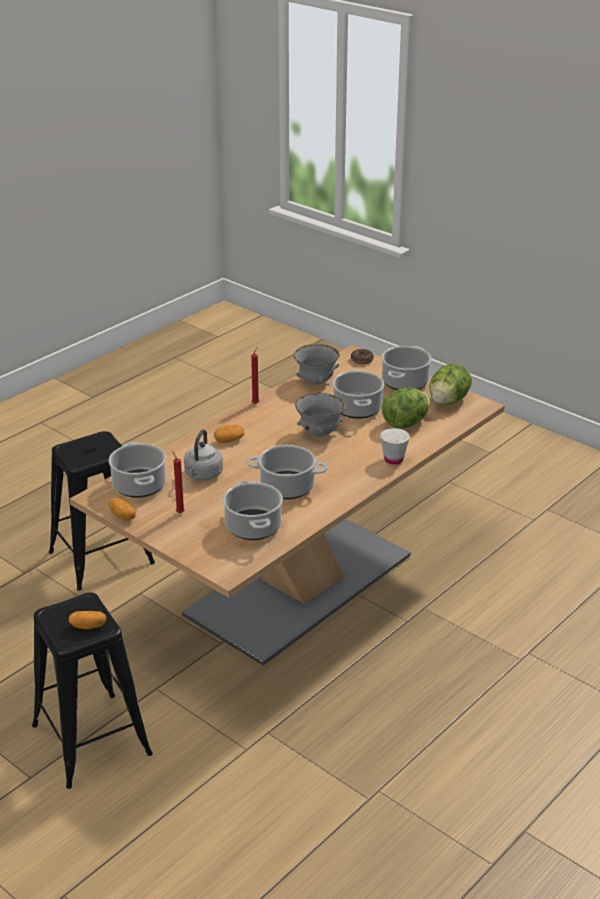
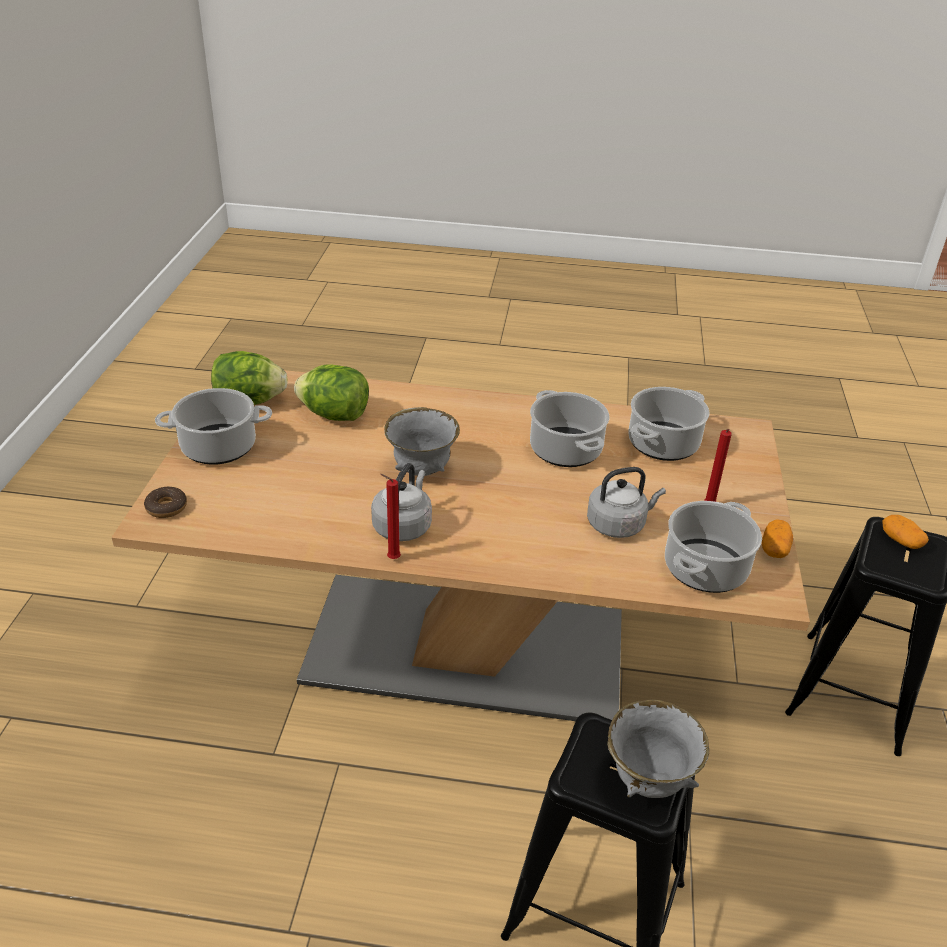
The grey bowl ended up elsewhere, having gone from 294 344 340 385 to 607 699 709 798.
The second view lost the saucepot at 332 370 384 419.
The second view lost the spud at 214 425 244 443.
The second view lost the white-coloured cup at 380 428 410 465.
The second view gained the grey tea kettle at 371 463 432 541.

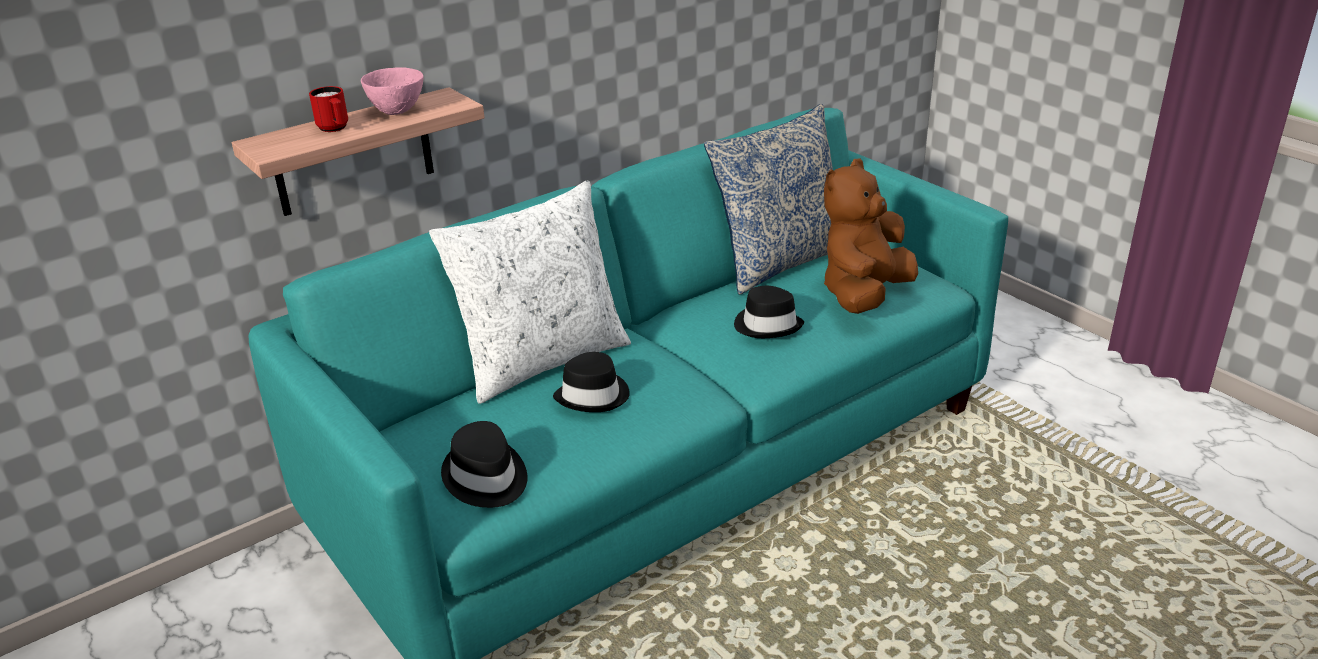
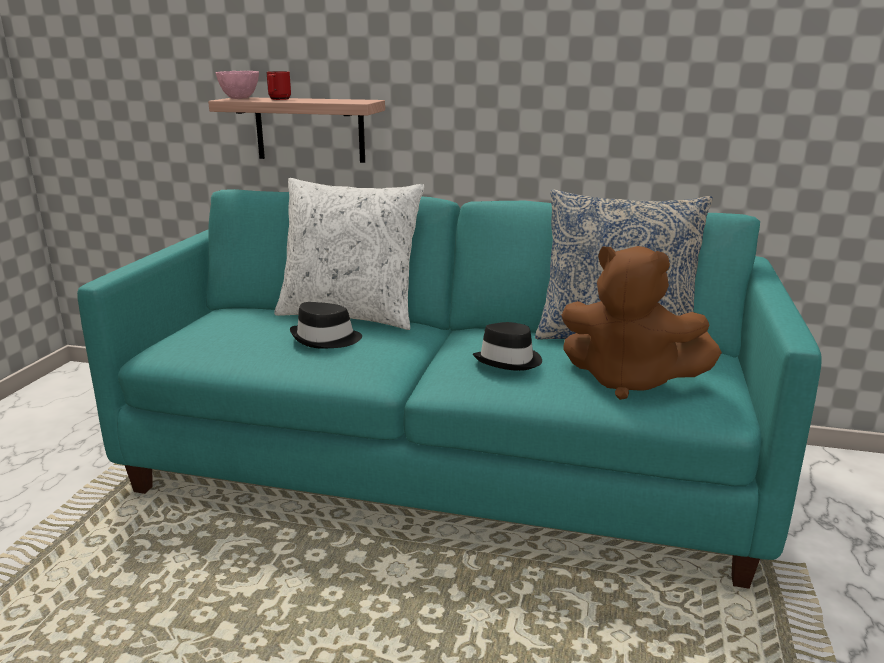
The pinkish bowl ended up elsewhere, having gone from 361 67 424 115 to 216 71 259 99.
The brownish cuddly toy at 824 159 918 314 ended up facing another way, 150 degrees counterclockwise from before.
The second view lost the black clothing hat at 441 421 528 508.

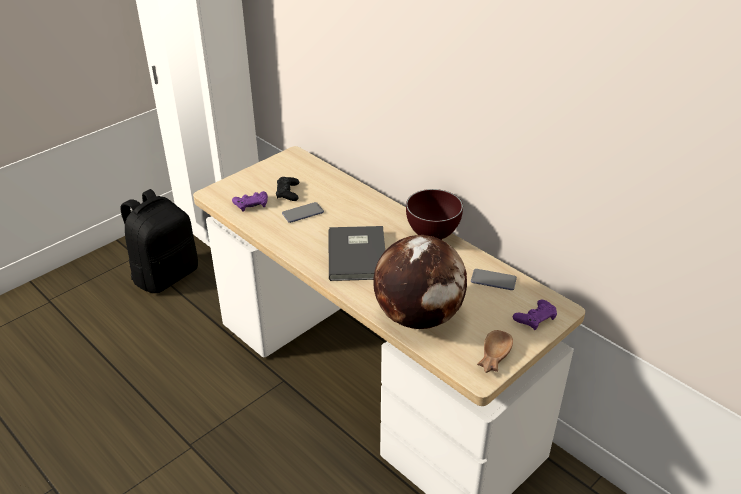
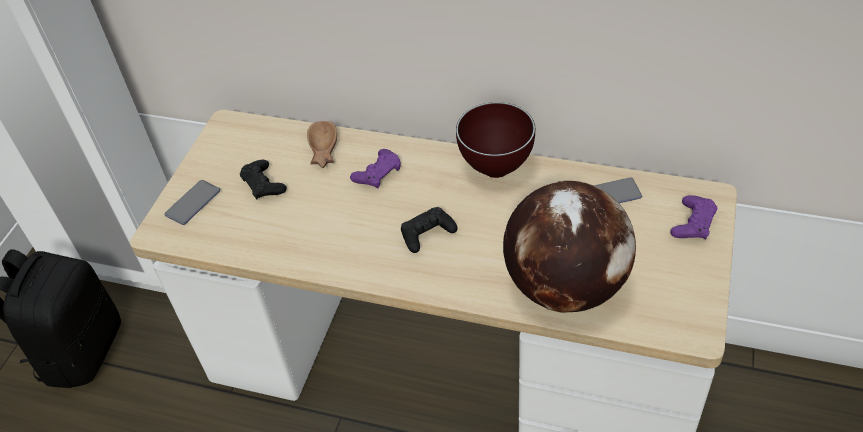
The purplish gamepad ended up elsewhere, having gone from 232 191 268 212 to 350 149 401 188.
The telephone ended up elsewhere, having gone from 282 202 324 223 to 164 180 220 225.
Where the grey book stood at 329 226 385 281, the black gamepad came to stand at 401 207 458 253.
The brownish bowl ended up elsewhere, having gone from 477 330 513 373 to 307 121 337 168.

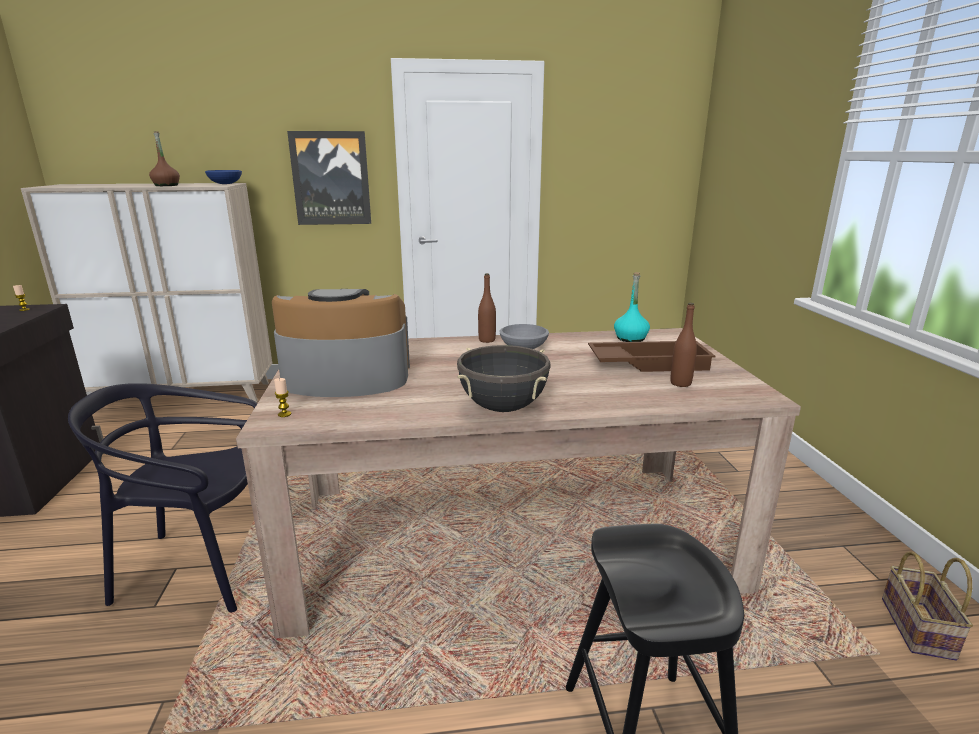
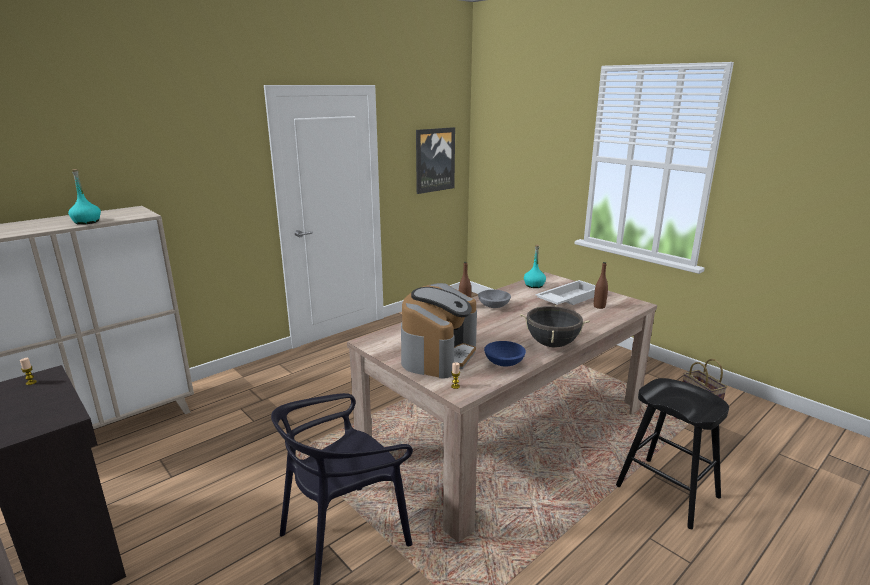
What was the brownish drink bottle at 149 131 180 186 turned into the turquoise drink bottle at 68 169 101 225.
The wall picture ended up elsewhere, having gone from 287 131 371 225 to 416 127 455 194.
The blue bowl ended up elsewhere, having gone from 205 170 242 184 to 484 341 526 367.
The coffee machine at 272 289 410 397 ended up facing another way, 150 degrees clockwise from before.
What was the brownish tray at 588 341 716 372 turned into the white-coloured tray at 535 280 596 305.

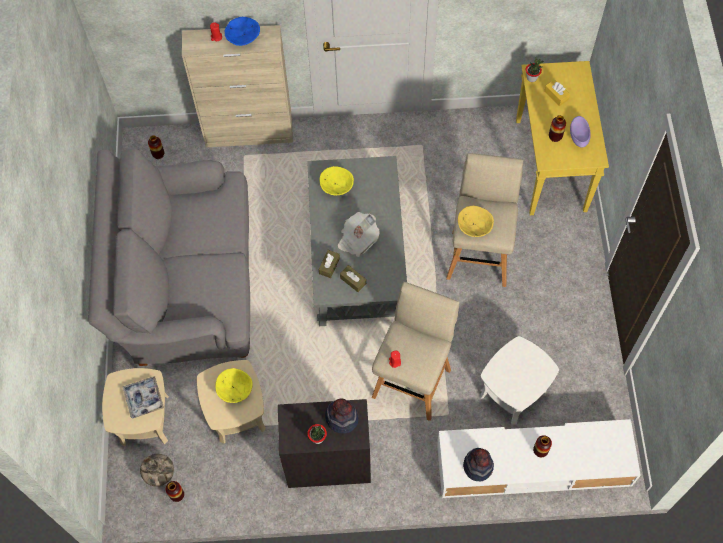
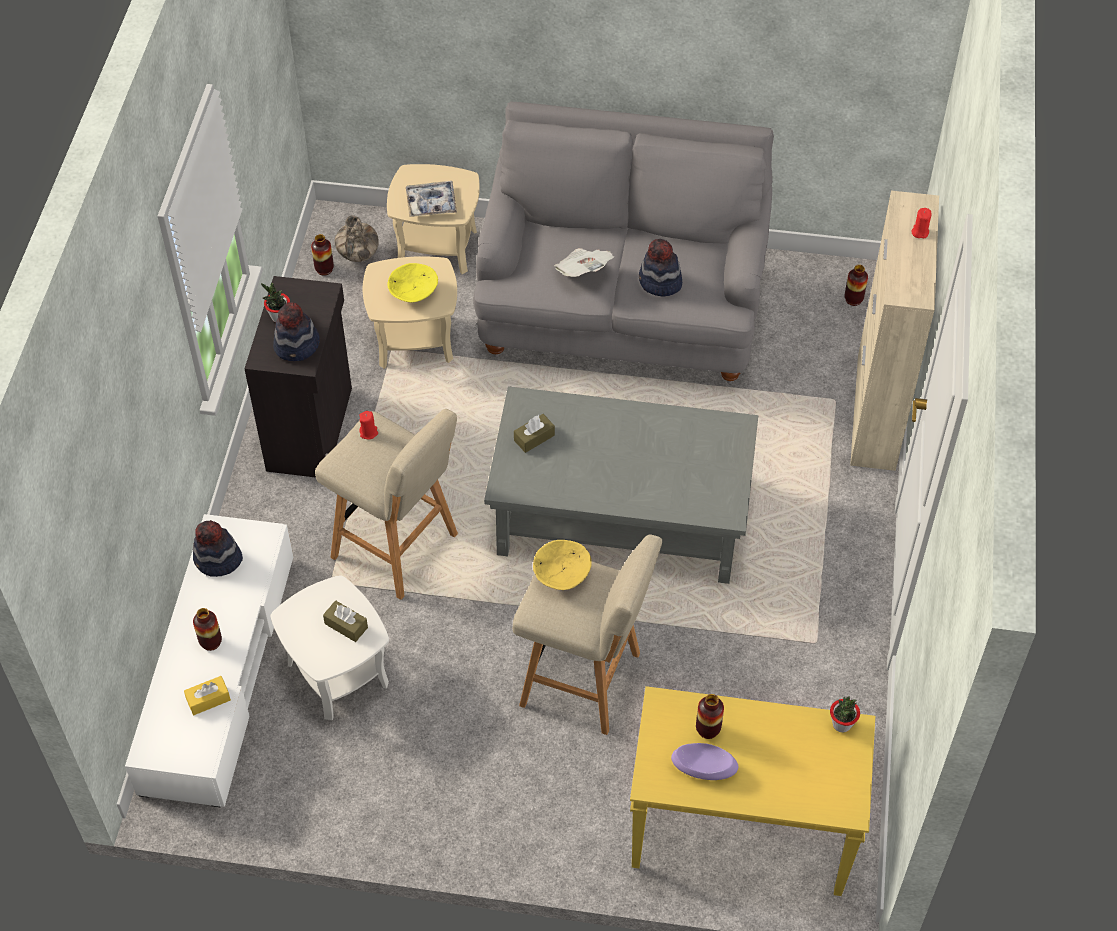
The second view lost the blue bowl at 225 17 260 46.
The yellow-coloured box of tissues ended up elsewhere, having gone from 544 79 570 106 to 184 676 231 715.
The second view lost the yellow-coloured bowl at 320 166 354 196.
The printed paper ended up elsewhere, having gone from 338 212 380 257 to 554 248 614 277.
The brownish box of tissues ended up elsewhere, having gone from 319 250 340 278 to 323 601 368 642.
The second view gained the clothing hat at 639 239 682 296.

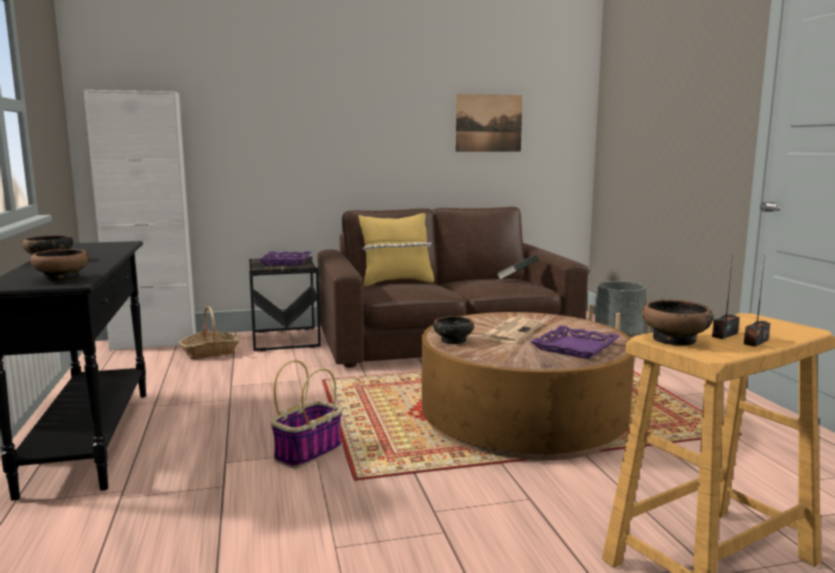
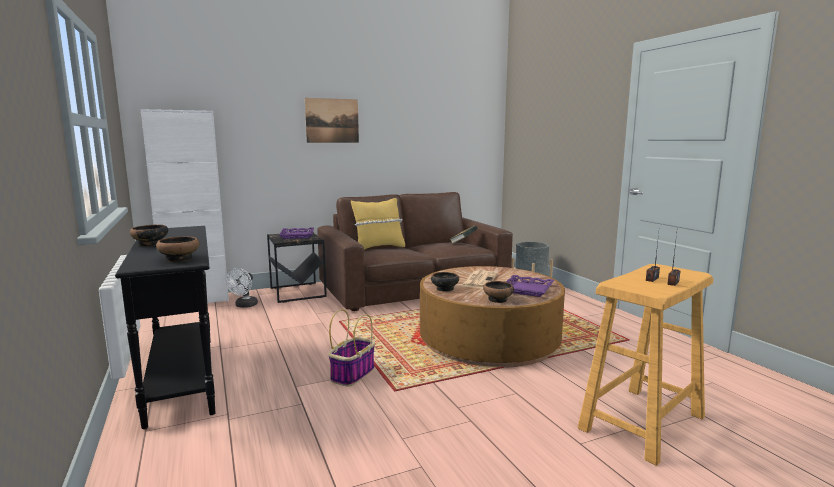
The wall picture ended up elsewhere, having gone from 455 94 523 152 to 305 98 359 143.
The bowl ended up elsewhere, having gone from 642 300 713 346 to 483 281 514 303.
Where the storage basket stood at 179 306 240 359, the white-coloured cooling fan came to stand at 226 268 258 308.

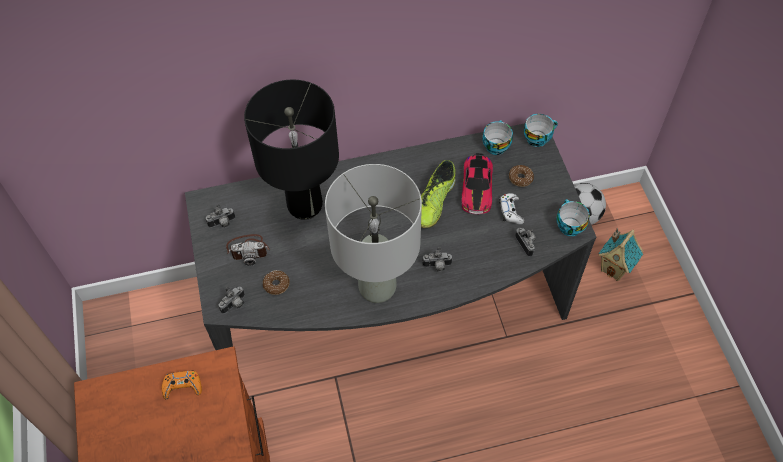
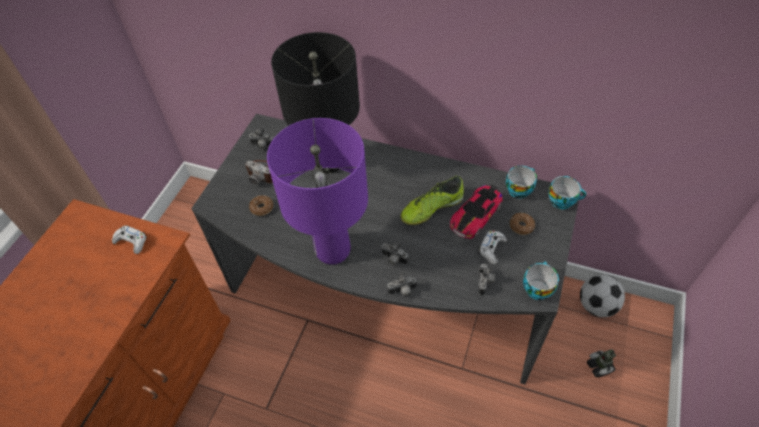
What was the grey table lamp at 325 164 422 303 turned into the purplish table lamp at 267 118 368 265.
Where the model house stood at 598 228 643 281, the model robot came to stand at 587 349 616 377.
The still camera ended up elsewhere, having gone from 218 287 245 314 to 387 272 417 297.
What was the orange-coloured gamepad at 162 370 202 399 turned into the white-coloured gamepad at 112 225 146 254.

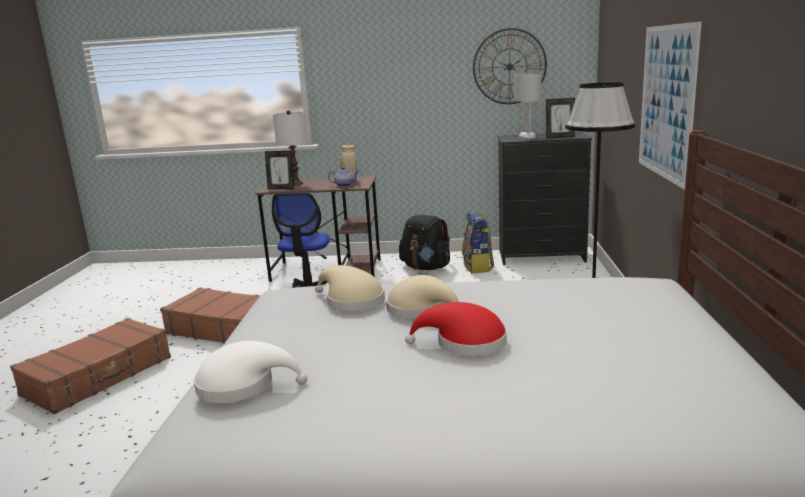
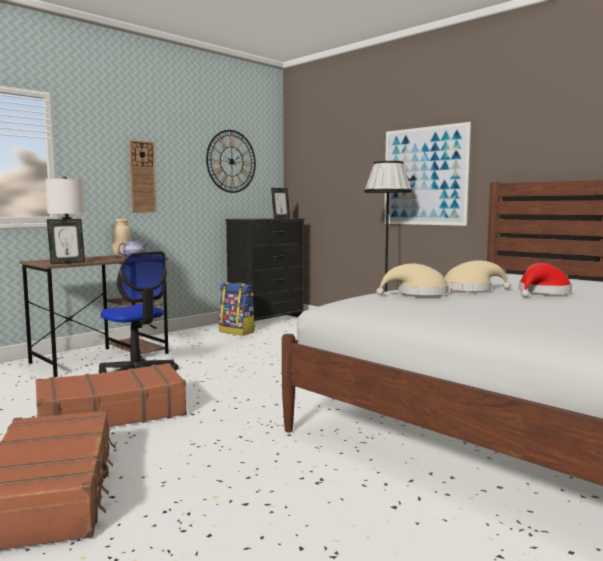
The second view lost the white-coloured table lamp at 514 73 541 139.
The second view lost the black knapsack at 399 215 450 270.
The second view lost the white-coloured clothing hat at 194 341 307 403.
The second view gained the hanging clock at 129 140 156 213.

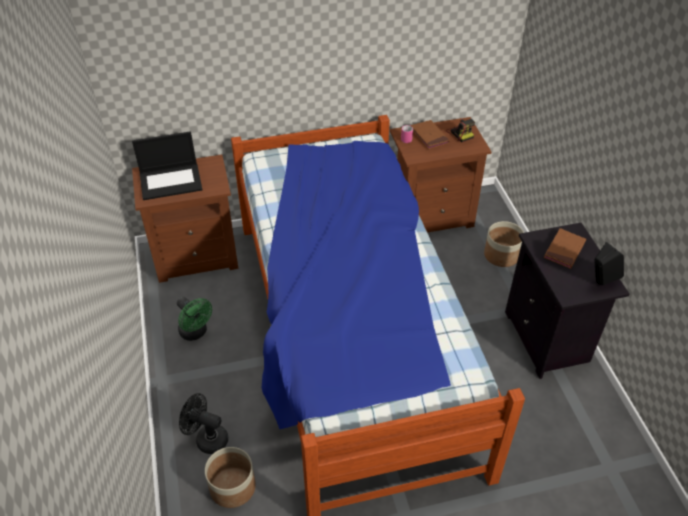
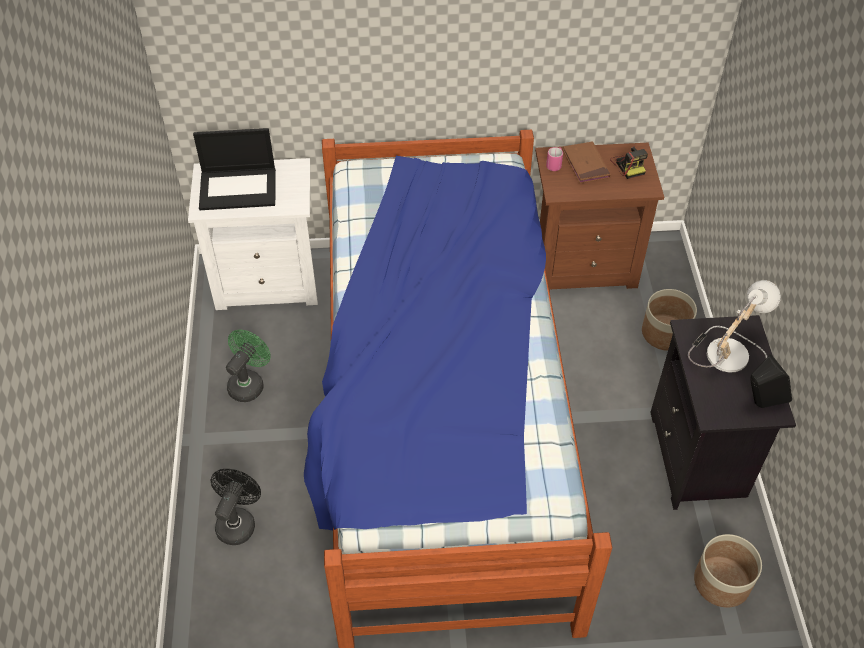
What was the brownish night table at 132 155 238 283 turned into the white-coloured night table at 188 158 318 310.
Where the brownish book stood at 544 228 586 269, the table lamp came to stand at 688 280 781 373.
The green-coloured cooling fan at 177 297 212 341 ended up facing another way, 120 degrees counterclockwise from before.
The black cooling fan at 179 393 228 454 ended up facing another way, 75 degrees clockwise from before.
The plant pot ended up elsewhere, having gone from 205 447 256 508 to 694 534 762 608.

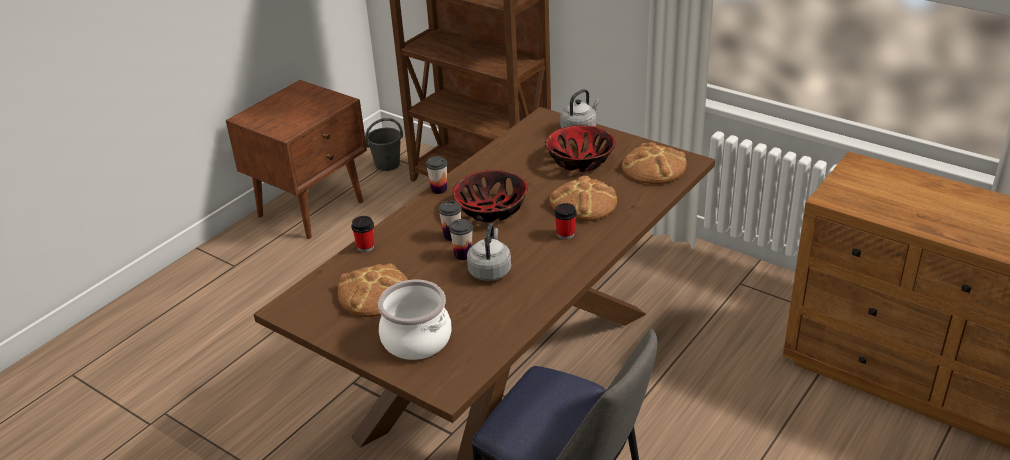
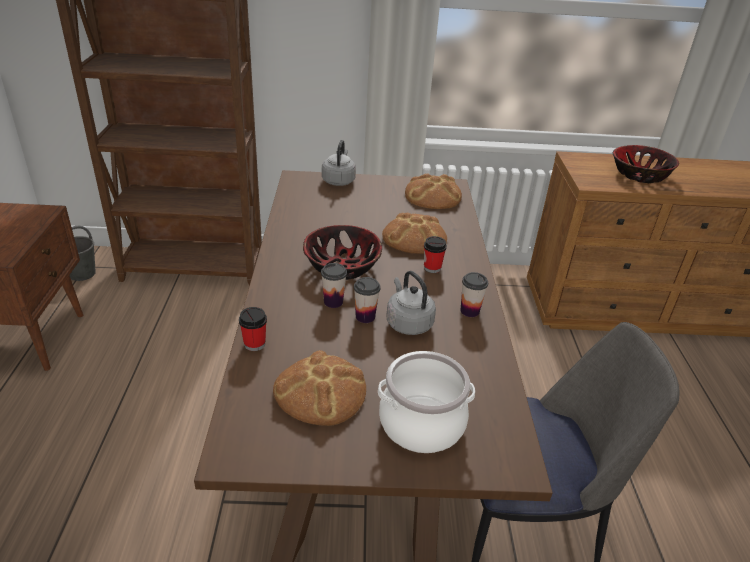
The bowl ended up elsewhere, having gone from 545 125 615 172 to 613 145 679 183.
The cup ended up elsewhere, having gone from 426 156 448 194 to 461 272 488 317.

